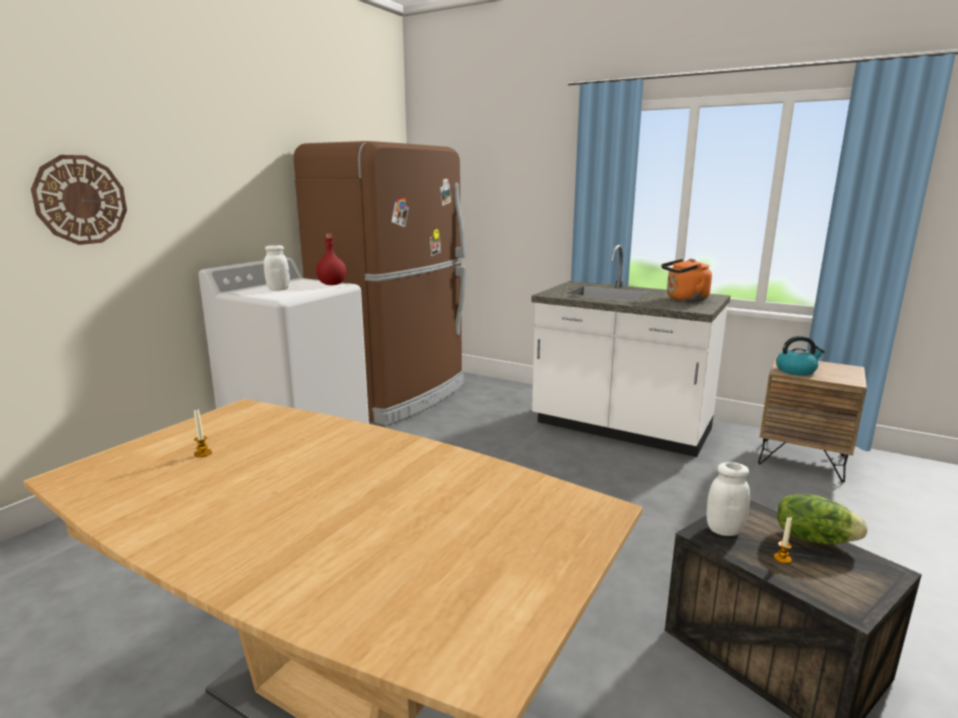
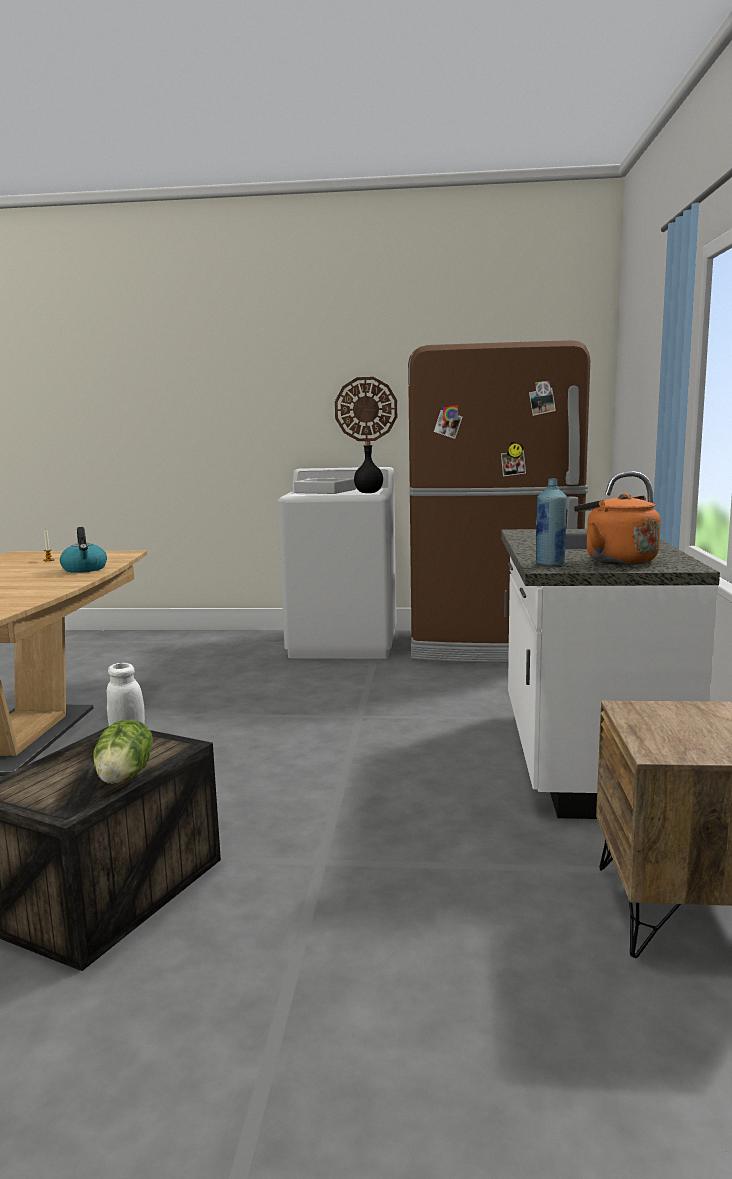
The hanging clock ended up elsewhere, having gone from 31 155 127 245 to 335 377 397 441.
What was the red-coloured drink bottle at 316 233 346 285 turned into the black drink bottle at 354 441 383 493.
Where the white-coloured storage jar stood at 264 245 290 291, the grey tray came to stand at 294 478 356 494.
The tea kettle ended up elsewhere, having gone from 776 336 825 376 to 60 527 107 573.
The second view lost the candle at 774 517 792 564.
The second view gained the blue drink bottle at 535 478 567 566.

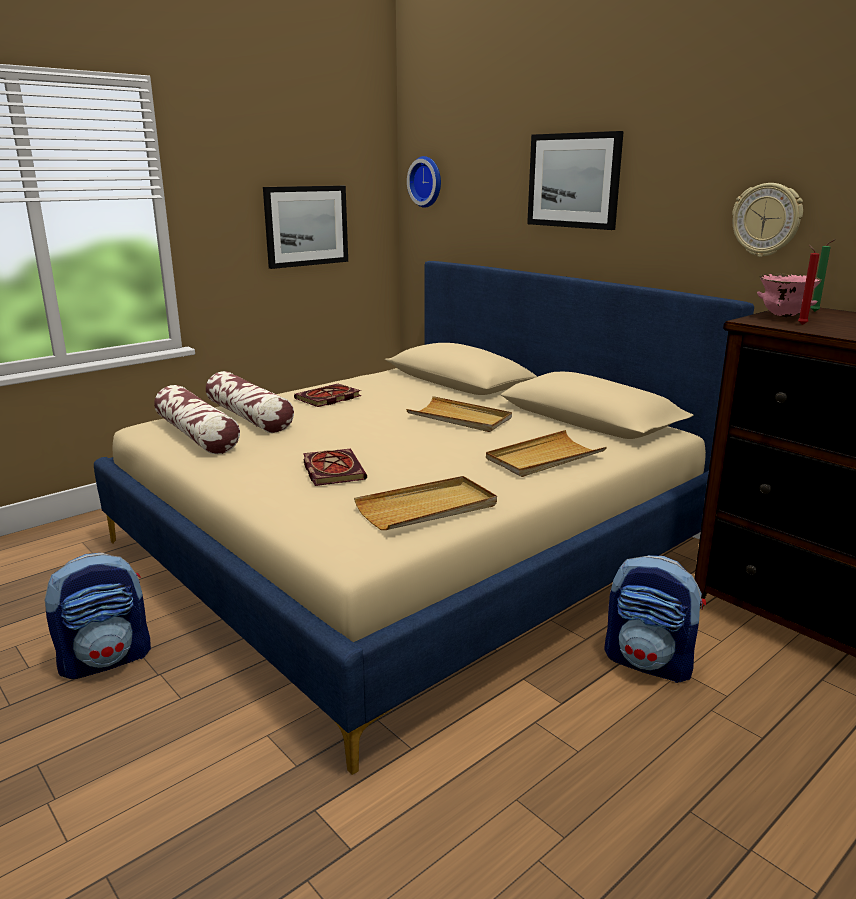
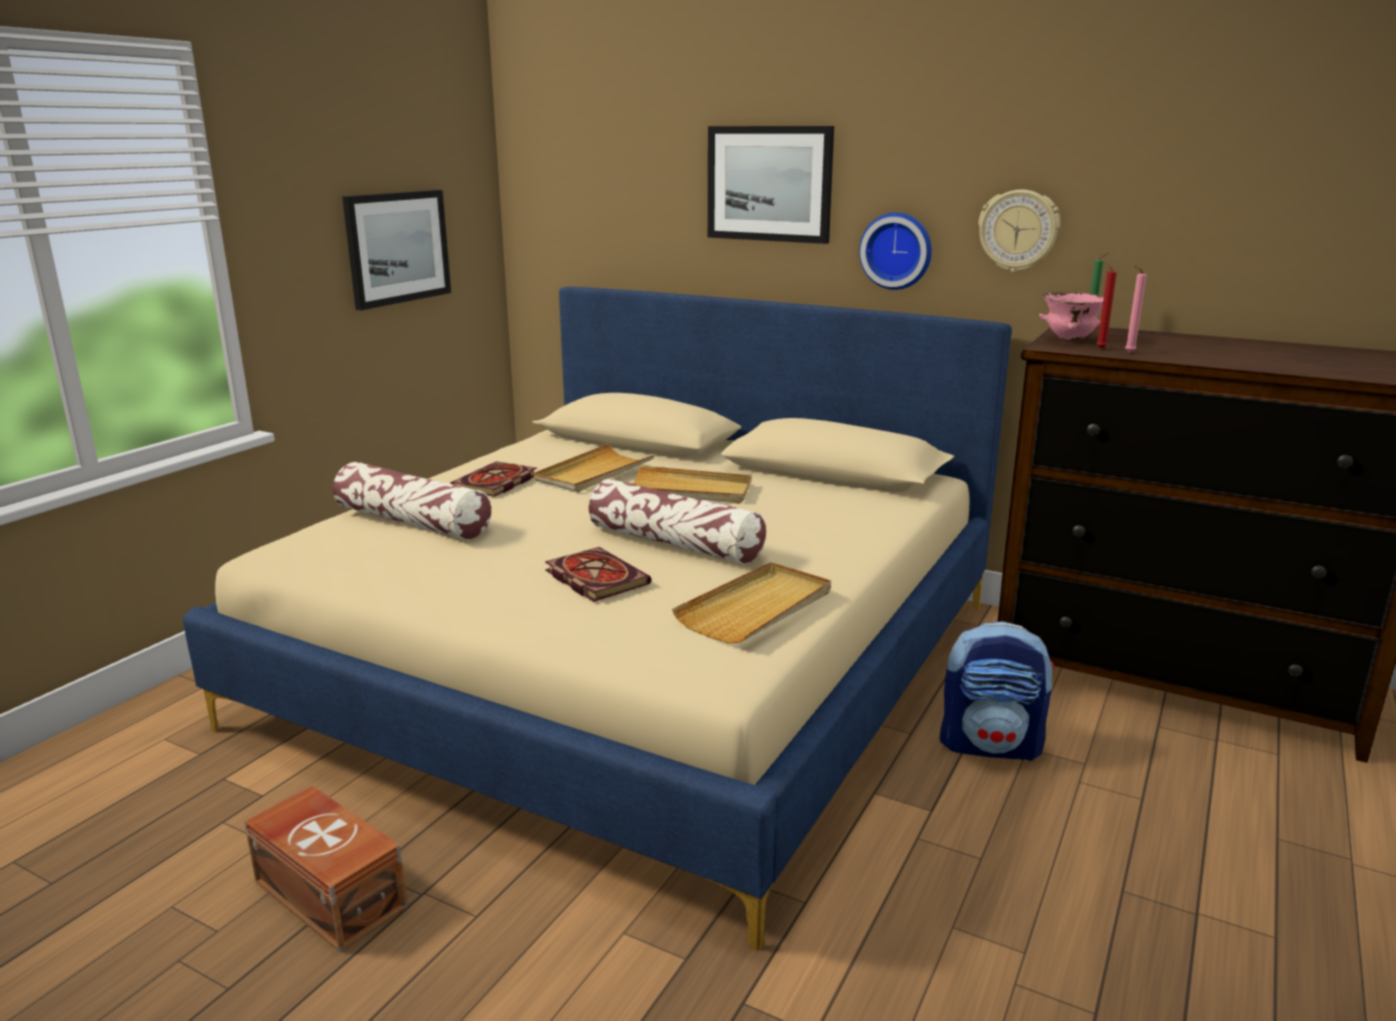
The hanging clock ended up elsewhere, having gone from 407 156 441 208 to 859 213 932 290.
The throw pillow ended up elsewhere, having gone from 154 385 240 454 to 588 479 766 565.
The beige-coloured tray ended up elsewhere, having gone from 486 430 607 477 to 534 443 655 493.
Where the knapsack stood at 44 553 151 679, the brownish storage box came to stand at 244 786 408 953.
The second view gained the pinkish candle at 1125 265 1146 352.

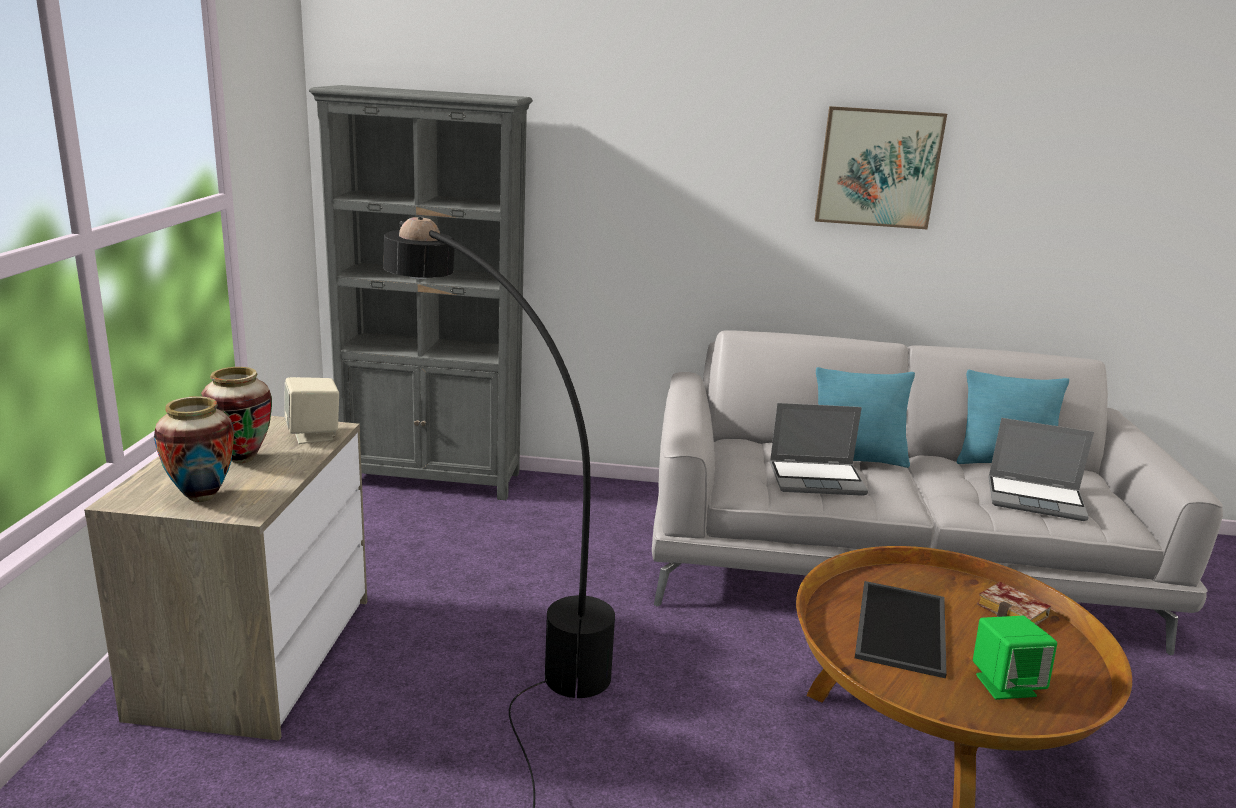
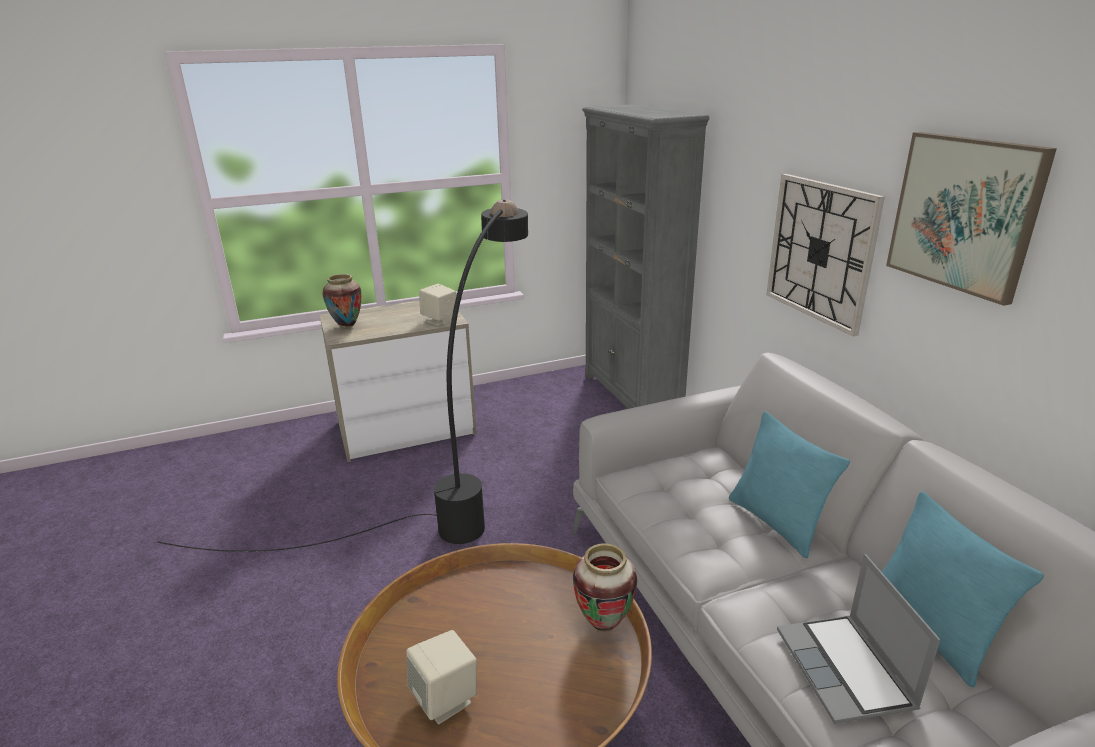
The vase ended up elsewhere, having gone from 201 367 272 463 to 573 543 638 632.
The second view lost the notebook computer at 770 403 868 496.
The second view lost the tray at 855 581 946 679.
The second view lost the book at 977 582 1051 625.
What was the green-coloured loudspeaker at 973 616 1057 700 turned into the beige-coloured loudspeaker at 406 630 477 724.
The second view gained the hanging clock at 766 174 885 337.

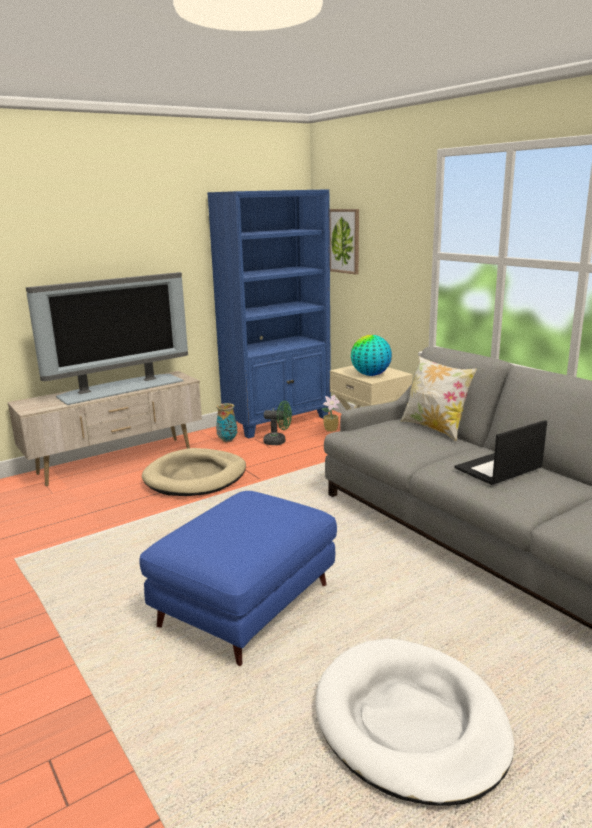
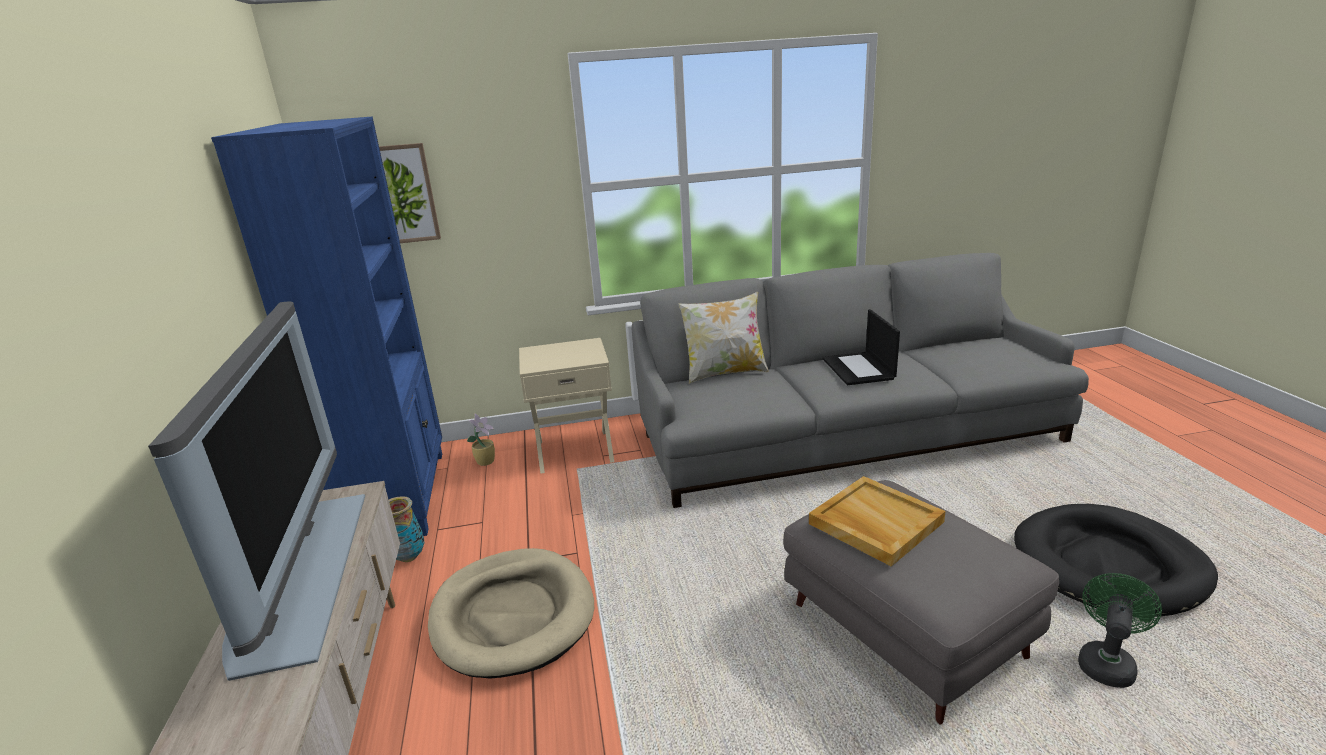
The second view lost the globe at 351 335 392 376.
The green-coloured cooling fan ended up elsewhere, having gone from 263 401 292 445 to 1078 573 1162 688.
What was the blue ottoman at 139 491 337 666 turned into the grey ottoman at 783 480 1059 725.
What was the white-coloured dog cushion at 315 639 514 806 turned into the black dog cushion at 1014 504 1218 617.
The second view gained the beige-coloured tray at 809 476 946 566.

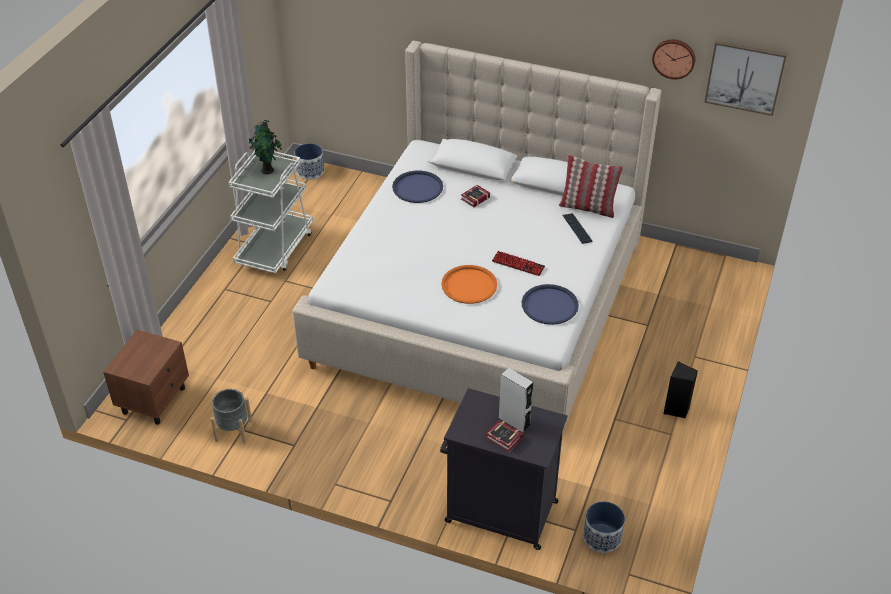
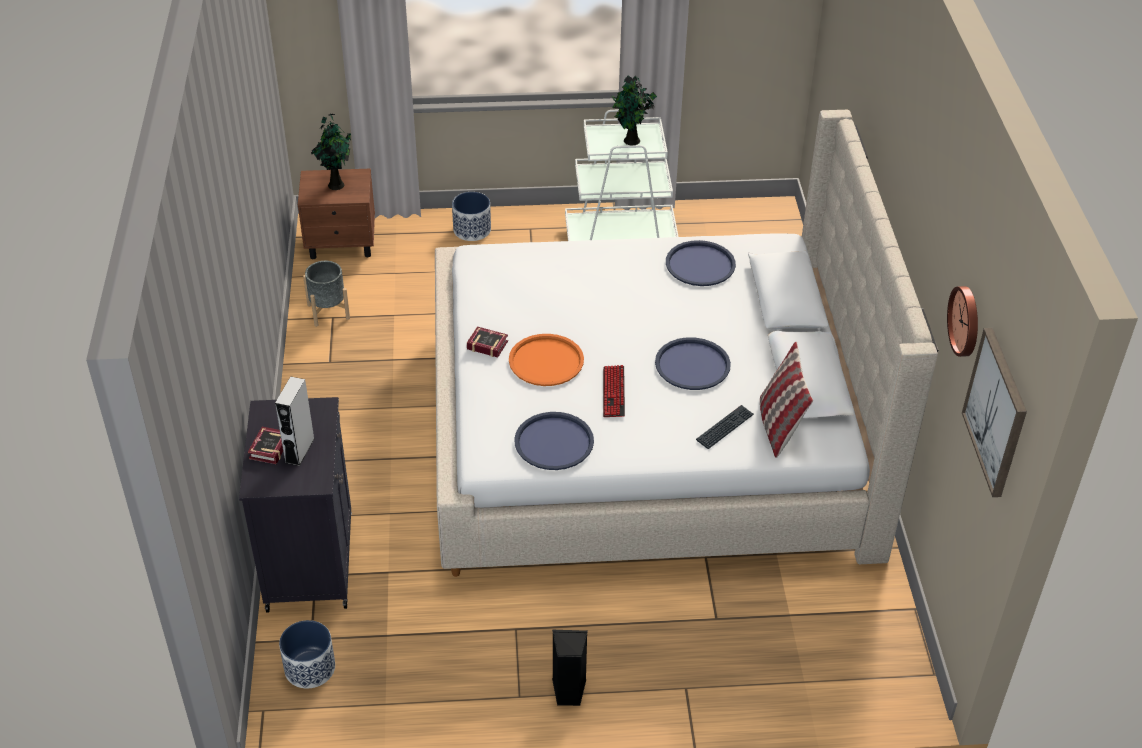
The plant pot ended up elsewhere, having gone from 295 143 324 180 to 452 192 491 241.
The book ended up elsewhere, having gone from 461 185 490 207 to 467 326 508 357.
The second view gained the houseplant at 311 113 351 190.
The second view gained the blue tray at 655 337 731 390.

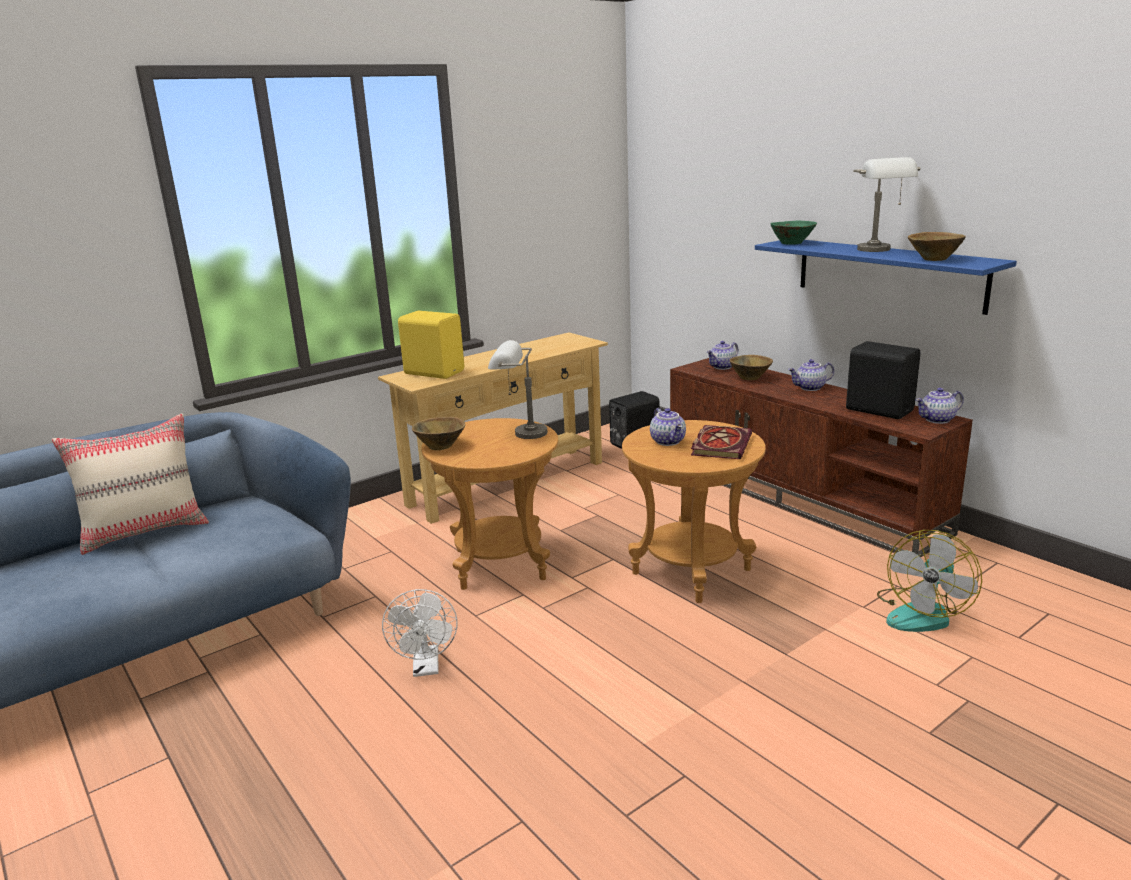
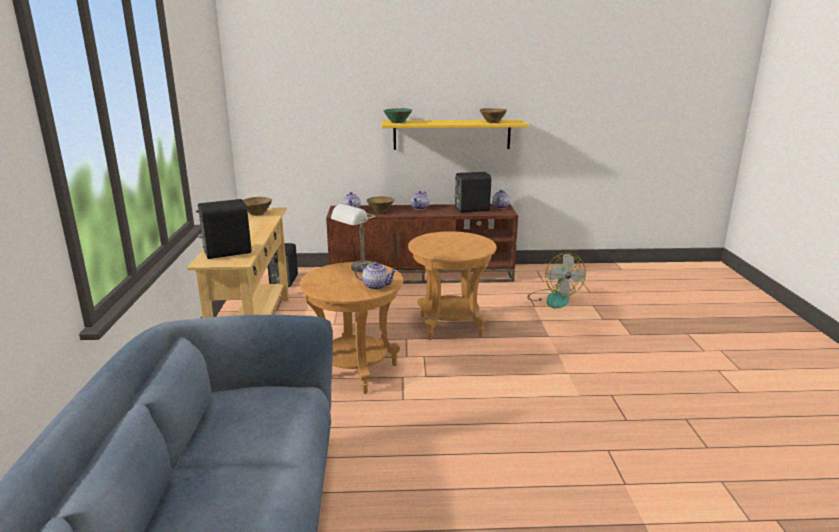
The second view lost the grey table lamp at 853 157 920 252.
What was the blue wall shelf at 755 240 1017 315 turned into the yellow-coloured wall shelf at 382 120 529 150.
What was the yellow-coloured loudspeaker at 398 311 464 379 turned into the black loudspeaker at 196 199 252 259.
The tea pot ended up elsewhere, having gone from 650 408 686 446 to 355 262 397 290.
The second view lost the beige-coloured throw pillow at 52 413 209 555.
The brownish bowl ended up elsewhere, having gone from 412 417 465 450 to 243 197 272 216.
The second view lost the book at 691 425 752 459.
The second view lost the white-coloured cooling fan at 382 589 458 677.

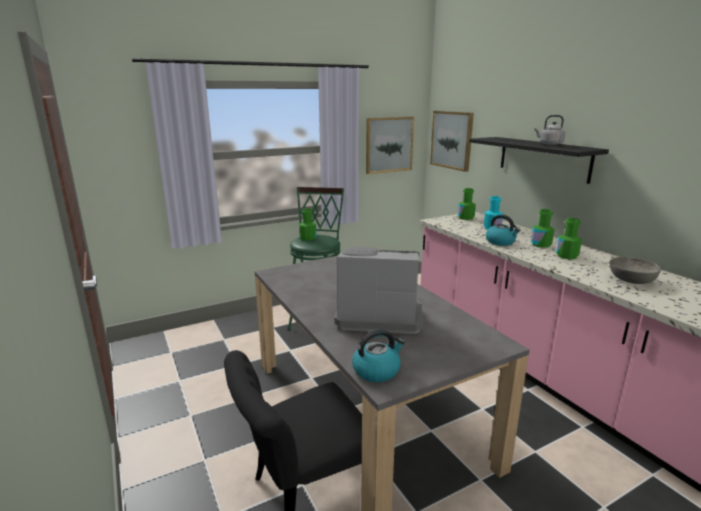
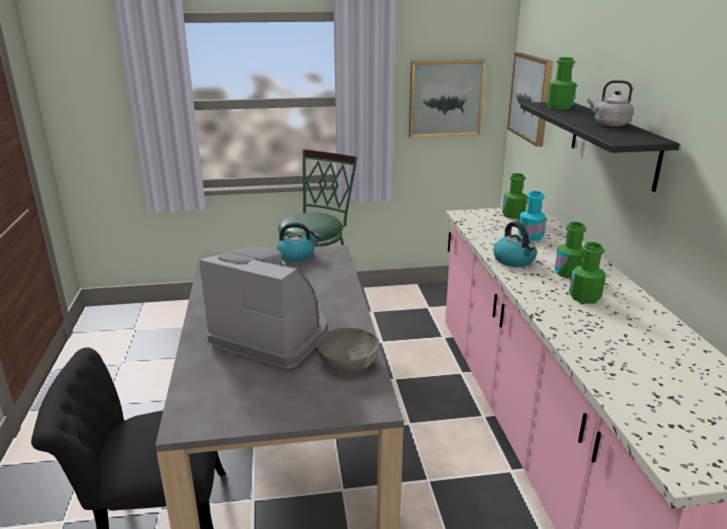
The green-coloured drink bottle ended up elsewhere, having gone from 299 208 316 241 to 546 57 577 109.
The grey bowl ended up elsewhere, having gone from 609 257 661 284 to 316 327 379 373.
The tea kettle ended up elsewhere, having gone from 352 329 405 382 to 277 222 319 262.

